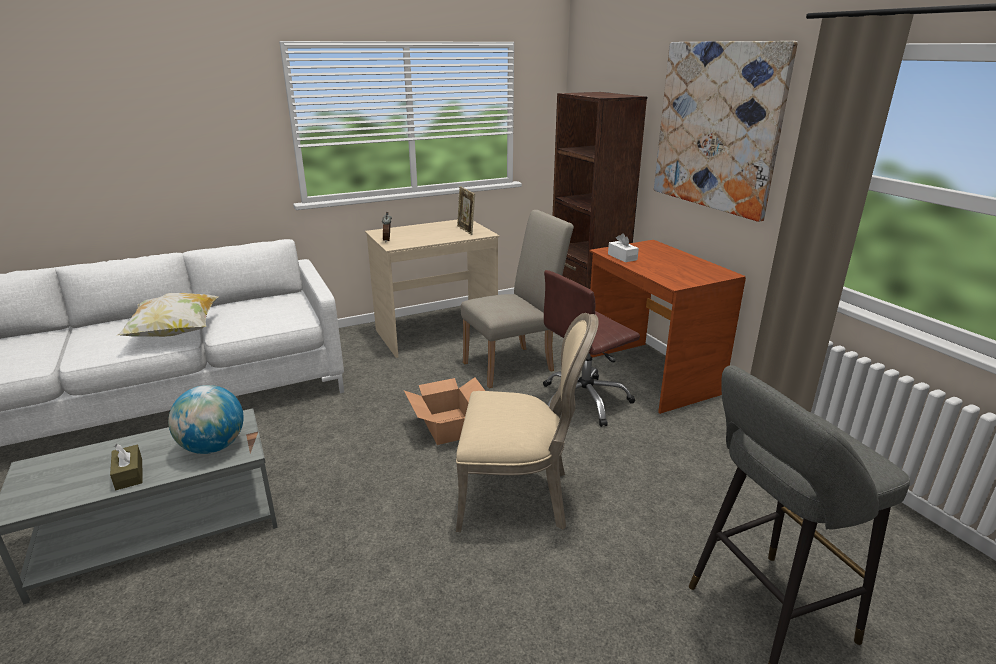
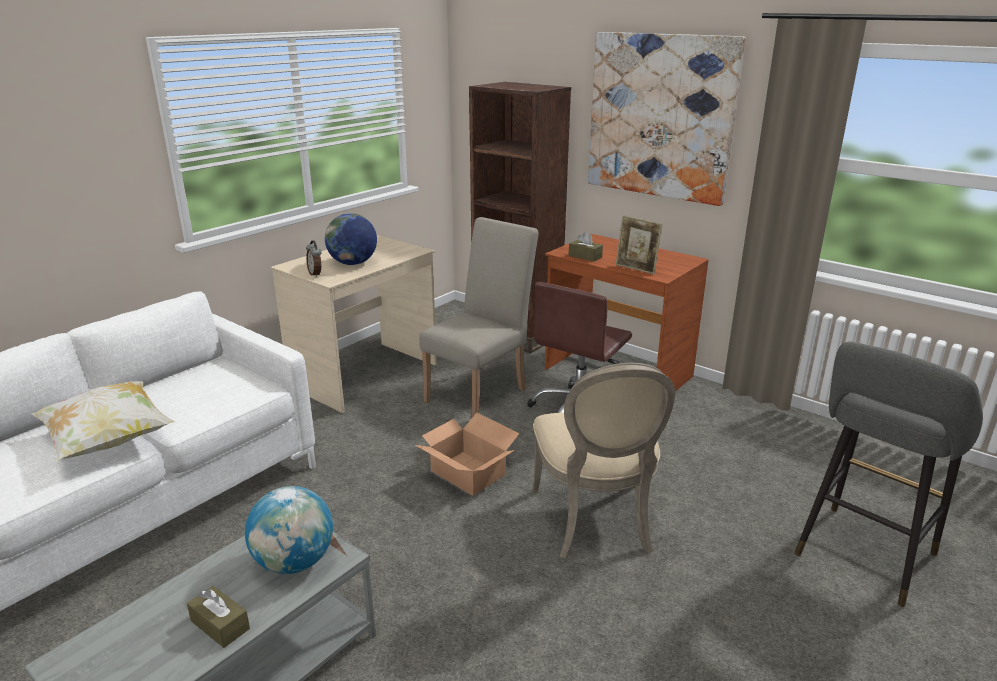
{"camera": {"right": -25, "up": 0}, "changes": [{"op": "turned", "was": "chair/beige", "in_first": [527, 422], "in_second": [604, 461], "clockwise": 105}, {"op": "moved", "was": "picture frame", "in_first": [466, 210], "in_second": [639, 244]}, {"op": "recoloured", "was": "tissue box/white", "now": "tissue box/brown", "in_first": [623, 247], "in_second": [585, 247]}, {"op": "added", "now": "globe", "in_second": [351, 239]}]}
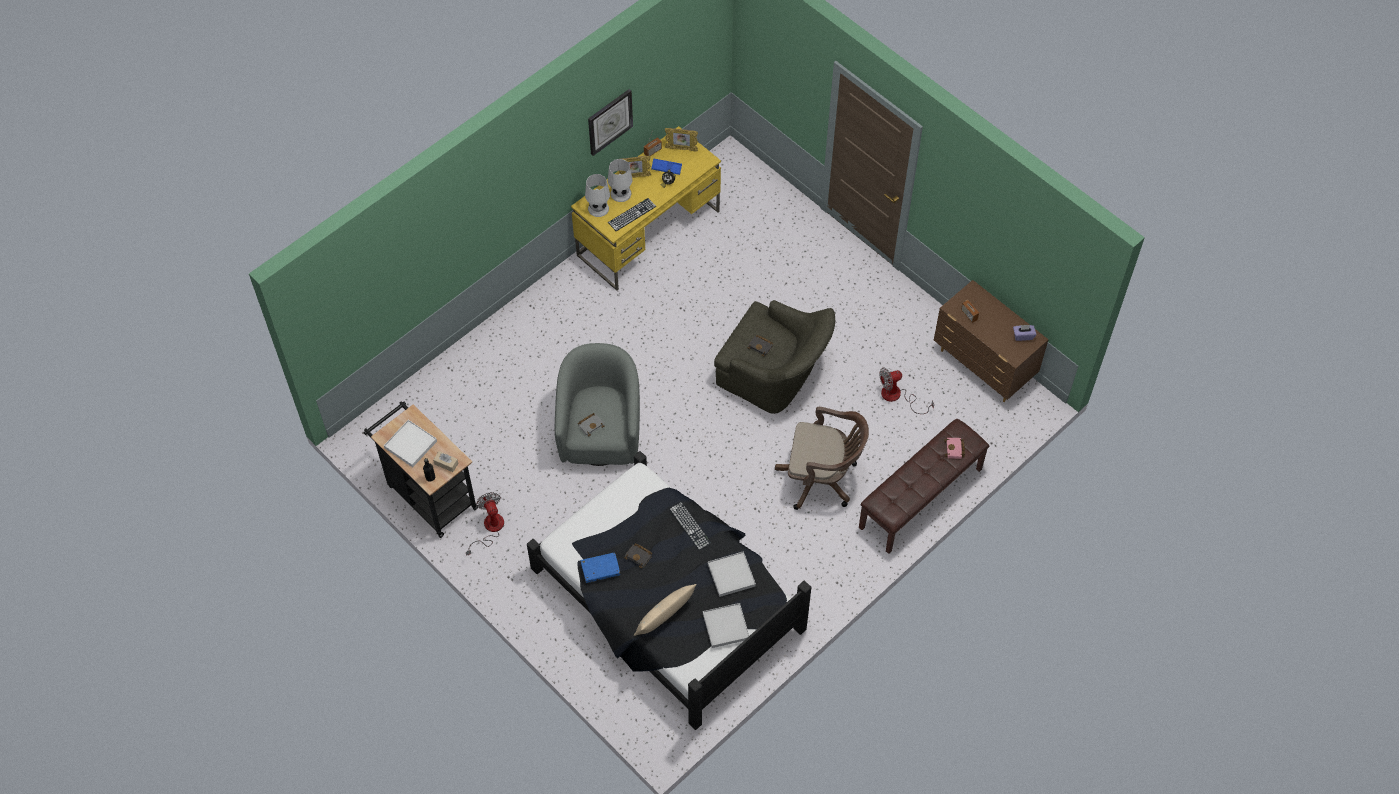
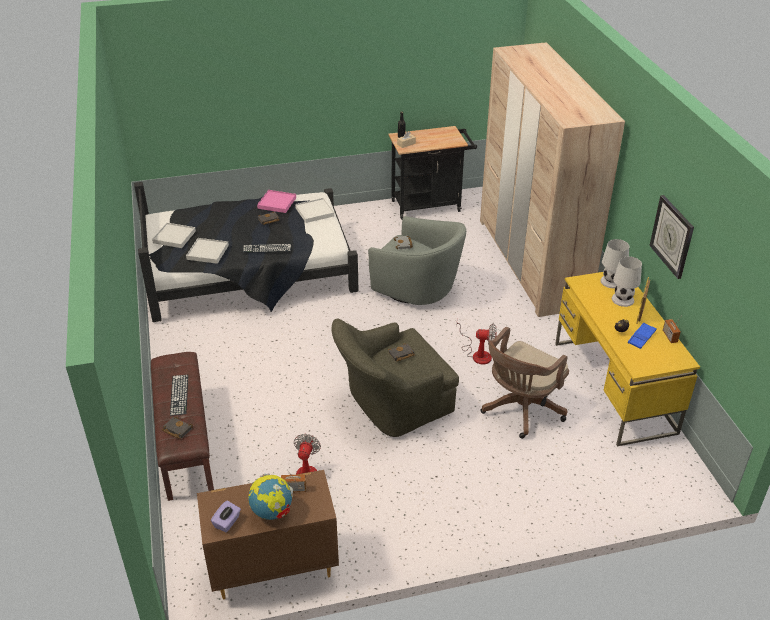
{"camera": {"right": 120, "up": -20}, "changes": [{"op": "moved", "was": "tray/white", "in_first": [410, 443], "in_second": [314, 210]}, {"op": "moved", "was": "fan", "in_first": [485, 524], "in_second": [476, 343]}, {"op": "replaced", "was": "book/blue", "now": "tray/pink", "in_first": [600, 568], "in_second": [276, 201]}, {"op": "moved", "was": "keyboard", "in_first": [632, 214], "in_second": [179, 395]}, {"op": "removed", "was": "pillow/beige", "in_first": [665, 610]}, {"op": "removed", "was": "picture frame", "in_first": [681, 139]}, {"op": "moved", "was": "office chair/brown", "in_first": [822, 458], "in_second": [524, 383]}, {"op": "recoloured", "was": "book/pink", "now": "book/black", "in_first": [954, 448], "in_second": [177, 428]}, {"op": "added", "now": "globe", "in_second": [270, 496]}, {"op": "added", "now": "wardrobe/beige", "in_second": [552, 179]}]}
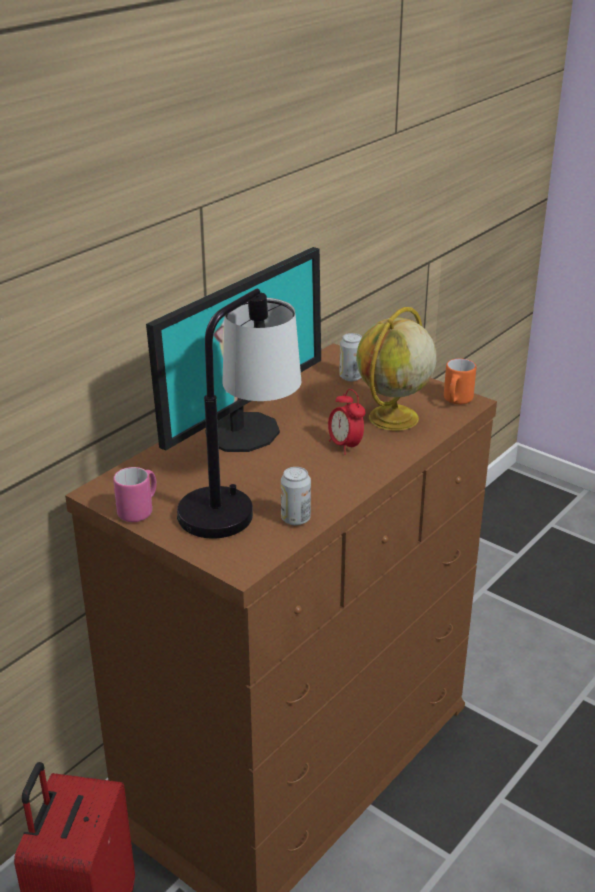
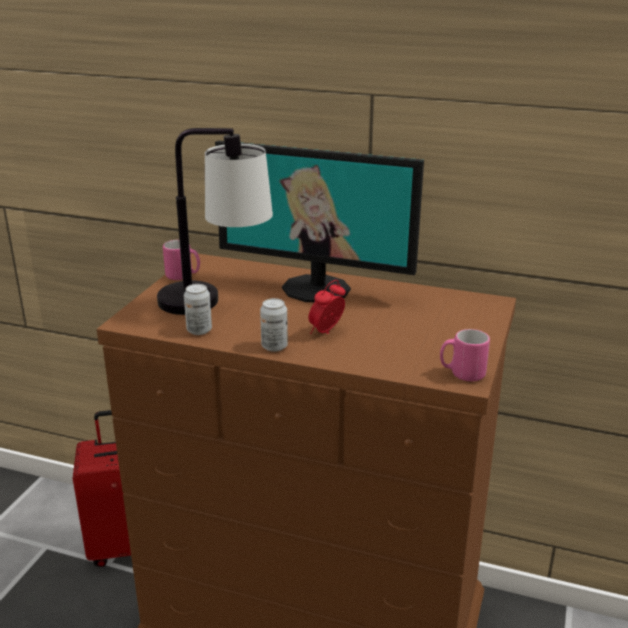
{"camera": {"right": 70, "up": -5}, "changes": [{"op": "moved", "was": "can", "in_first": [350, 357], "in_second": [274, 325]}, {"op": "removed", "was": "globe", "in_first": [396, 369]}, {"op": "recoloured", "was": "mug/orange", "now": "mug/pink", "in_first": [460, 381], "in_second": [465, 355]}]}
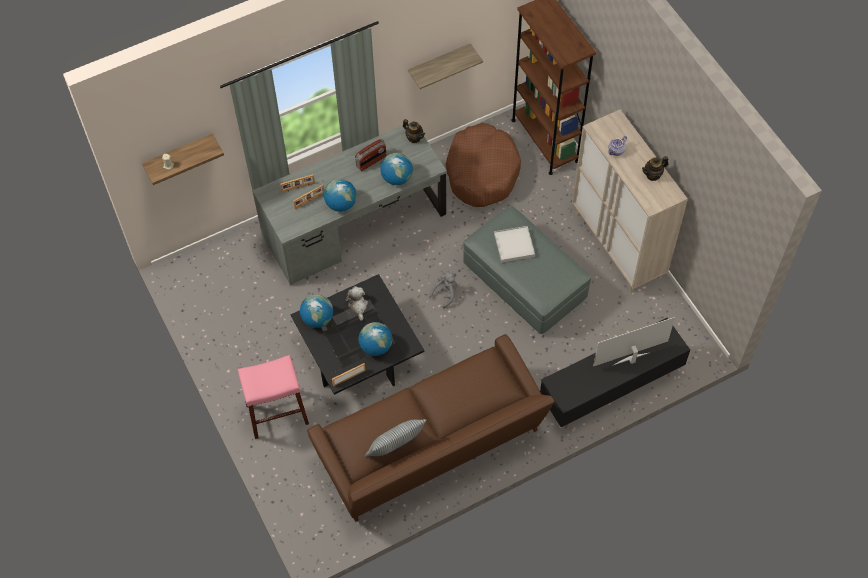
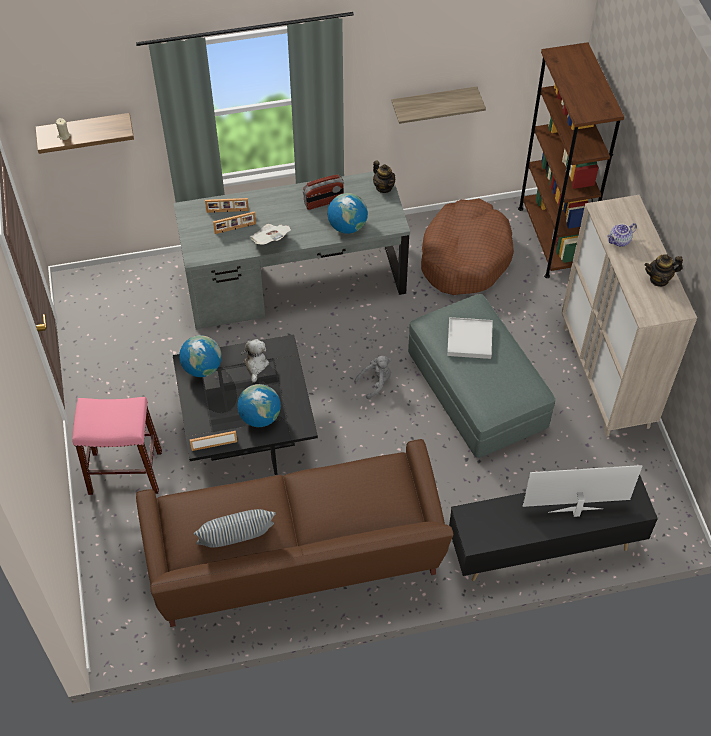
{"camera": {"right": 15, "up": -5}, "changes": [{"op": "replaced", "was": "globe", "now": "newspaper", "in_first": [340, 195], "in_second": [270, 234]}]}
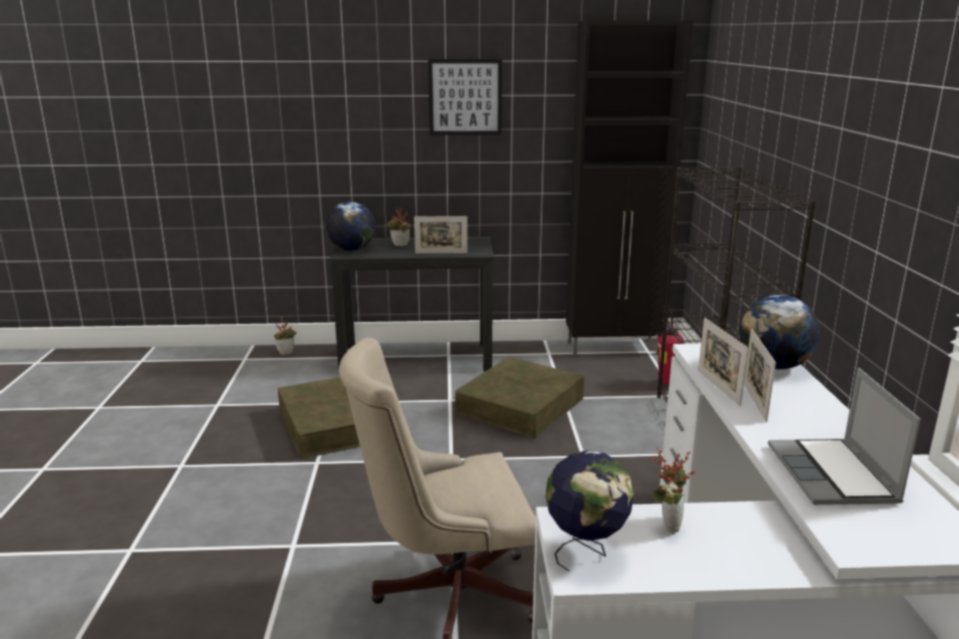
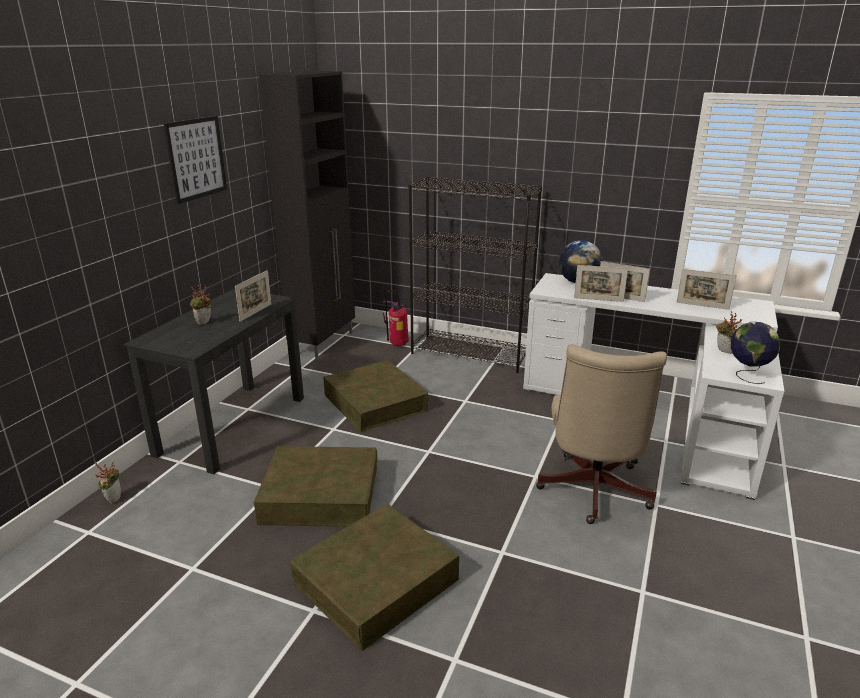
{"camera": {"right": -65, "up": 5}, "changes": [{"op": "removed", "was": "globe", "in_first": [350, 226]}, {"op": "replaced", "was": "laptop", "now": "picture frame", "in_first": [844, 436], "in_second": [707, 289]}, {"op": "added", "now": "storage box/brown", "in_second": [374, 577]}]}
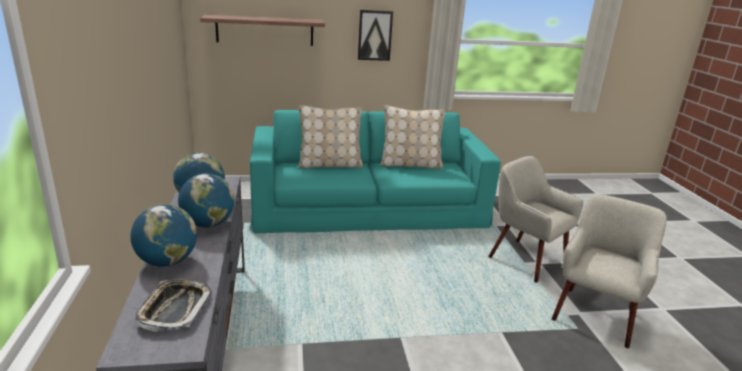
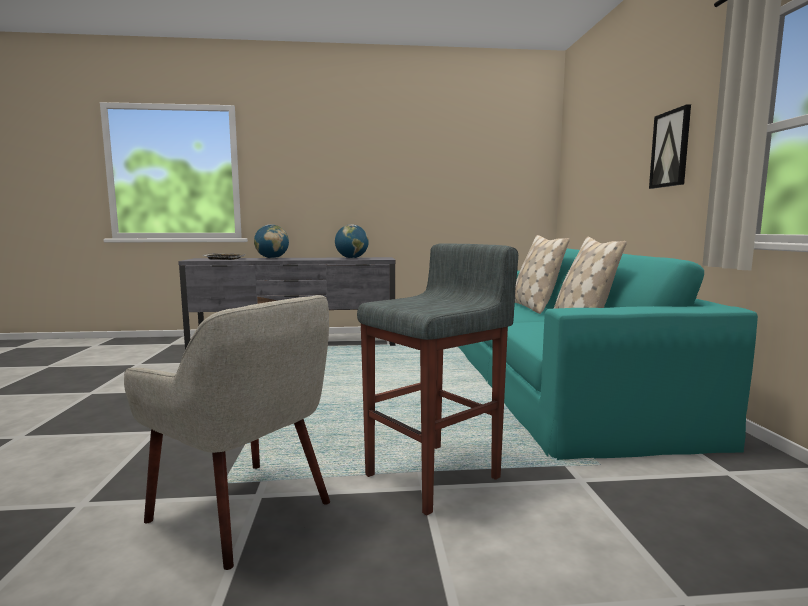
{"camera": {"right": 95, "up": -15}, "changes": [{"op": "removed", "was": "globe", "in_first": [206, 200]}, {"op": "removed", "was": "shelf", "in_first": [262, 30]}, {"op": "replaced", "was": "armchair/beige", "now": "stool/grey", "in_first": [535, 219], "in_second": [437, 379]}]}
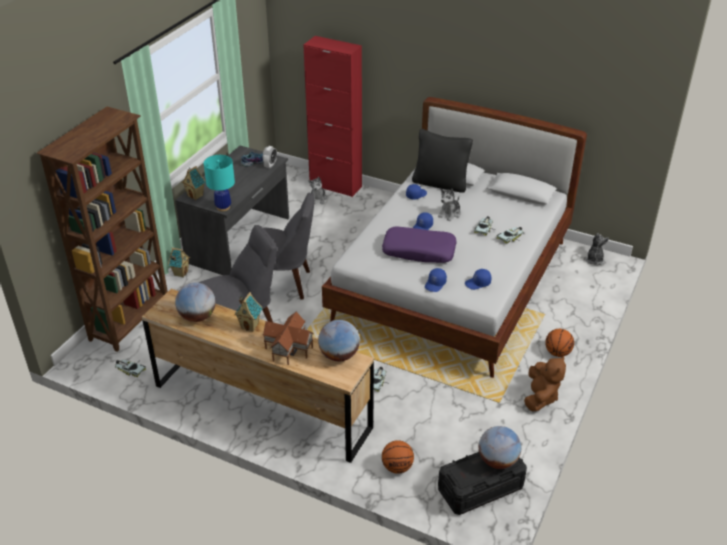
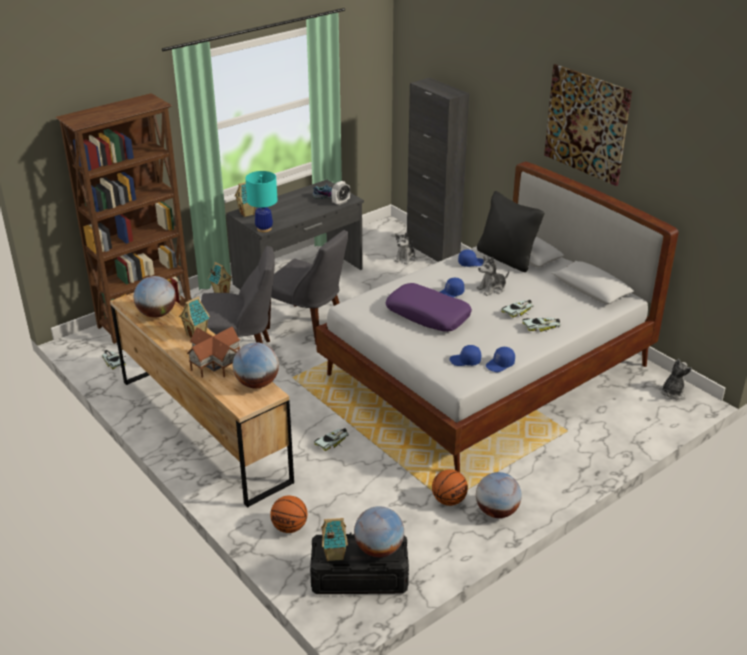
{"camera": {"right": 25, "up": -5}, "changes": [{"op": "recoloured", "was": "cabinet/red", "now": "cabinet/black", "in_first": [332, 116], "in_second": [438, 170]}, {"op": "moved", "was": "cap/blue", "in_first": [436, 280], "in_second": [500, 359]}, {"op": "replaced", "was": "plush toy/brown", "now": "globe", "in_first": [545, 383], "in_second": [499, 495]}, {"op": "moved", "was": "basketball", "in_first": [559, 343], "in_second": [450, 487]}, {"op": "added", "now": "toy house", "in_second": [334, 539]}, {"op": "added", "now": "picture", "in_second": [588, 125]}]}
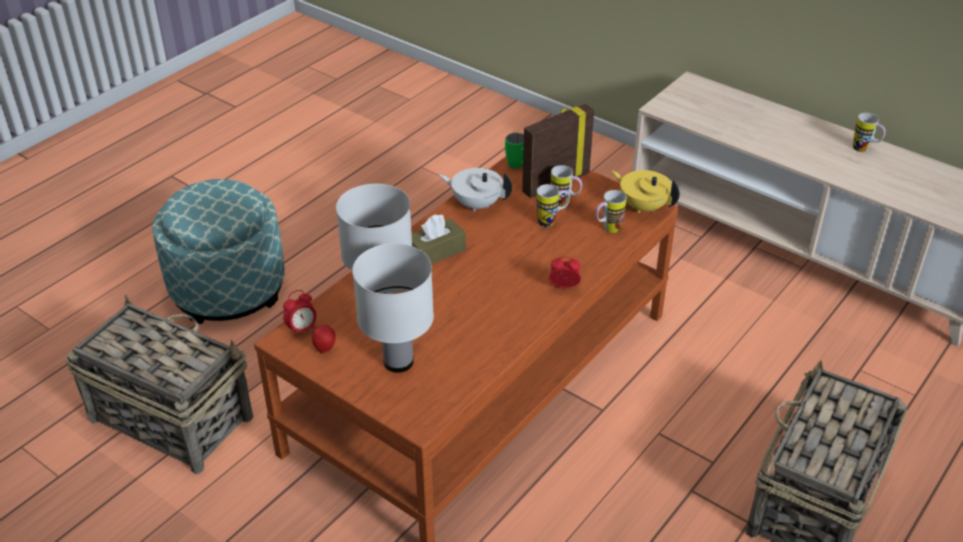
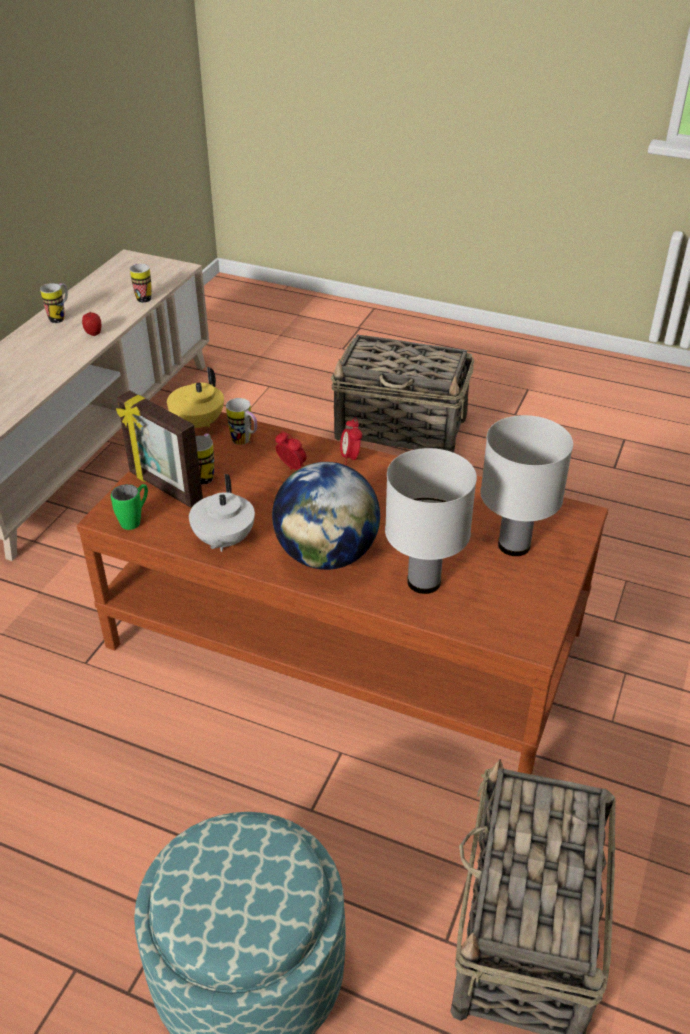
{"camera": {"right": -105, "up": 0}, "changes": [{"op": "moved", "was": "alarm clock", "in_first": [300, 314], "in_second": [291, 450]}, {"op": "moved", "was": "apple", "in_first": [324, 339], "in_second": [91, 323]}, {"op": "replaced", "was": "tissue box/brown", "now": "globe", "in_first": [439, 239], "in_second": [326, 516]}, {"op": "moved", "was": "mug", "in_first": [553, 205], "in_second": [141, 283]}]}
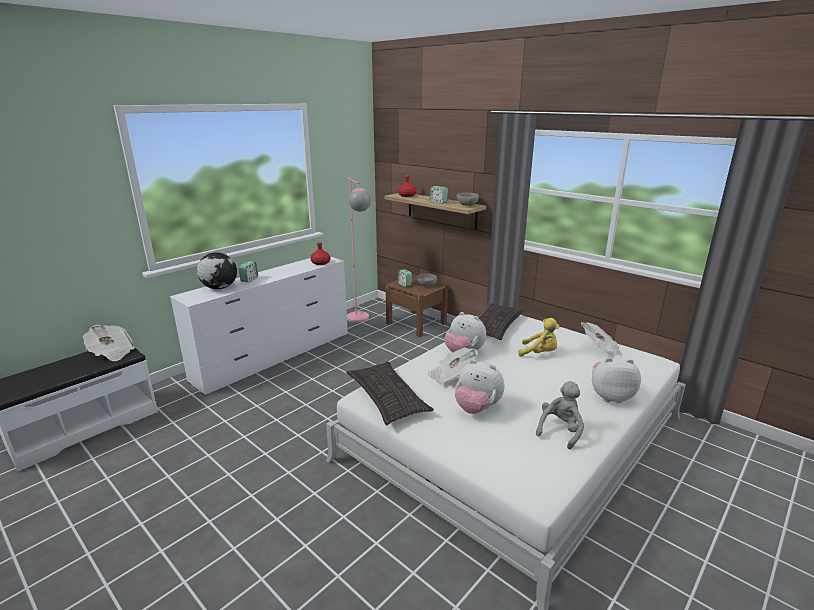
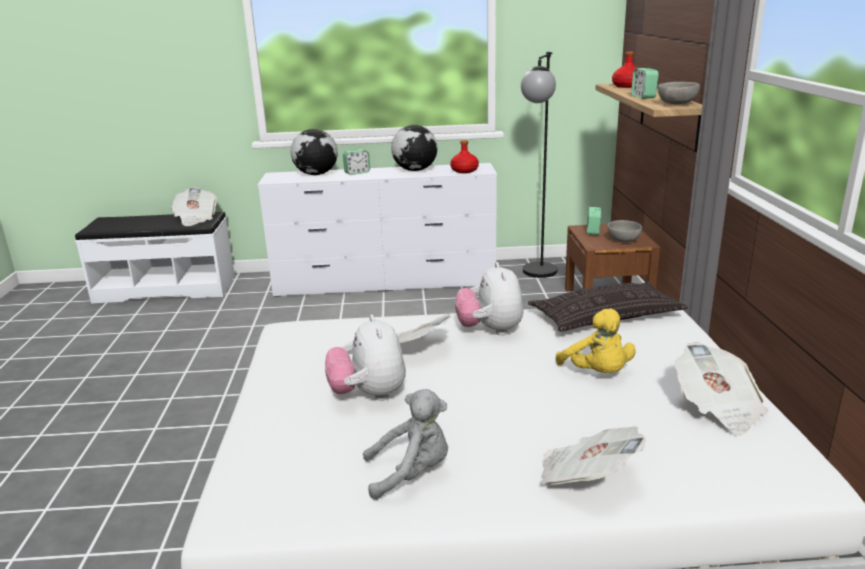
{"camera": {"right": 45, "up": 0}, "changes": [{"op": "removed", "was": "pillow", "in_first": [390, 394]}, {"op": "recoloured", "was": "floor lamp/pink", "now": "floor lamp/black", "in_first": [359, 250], "in_second": [539, 165]}, {"op": "replaced", "was": "plush toy", "now": "newspaper", "in_first": [616, 380], "in_second": [593, 455]}, {"op": "added", "now": "globe", "in_second": [414, 148]}]}
